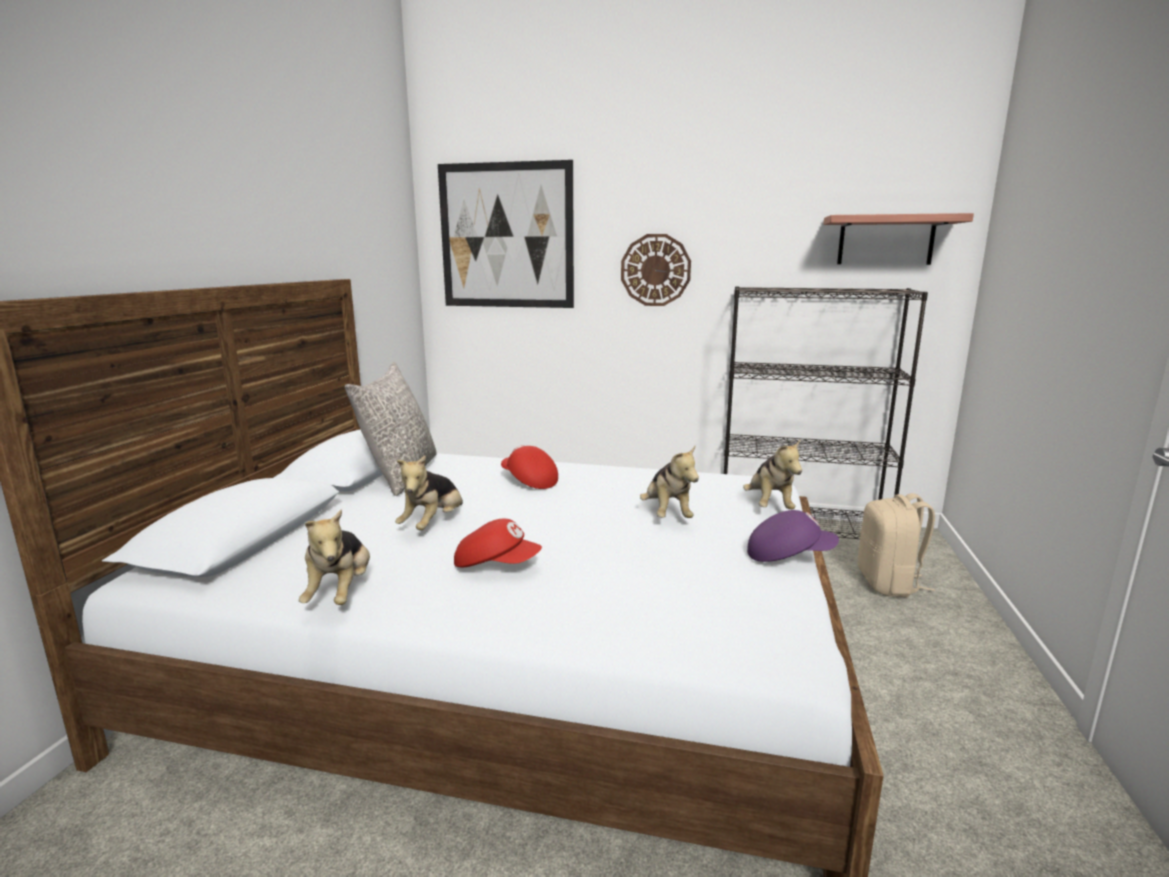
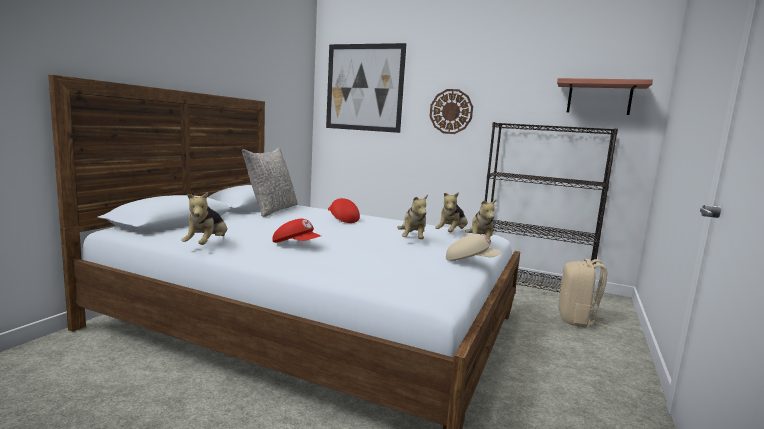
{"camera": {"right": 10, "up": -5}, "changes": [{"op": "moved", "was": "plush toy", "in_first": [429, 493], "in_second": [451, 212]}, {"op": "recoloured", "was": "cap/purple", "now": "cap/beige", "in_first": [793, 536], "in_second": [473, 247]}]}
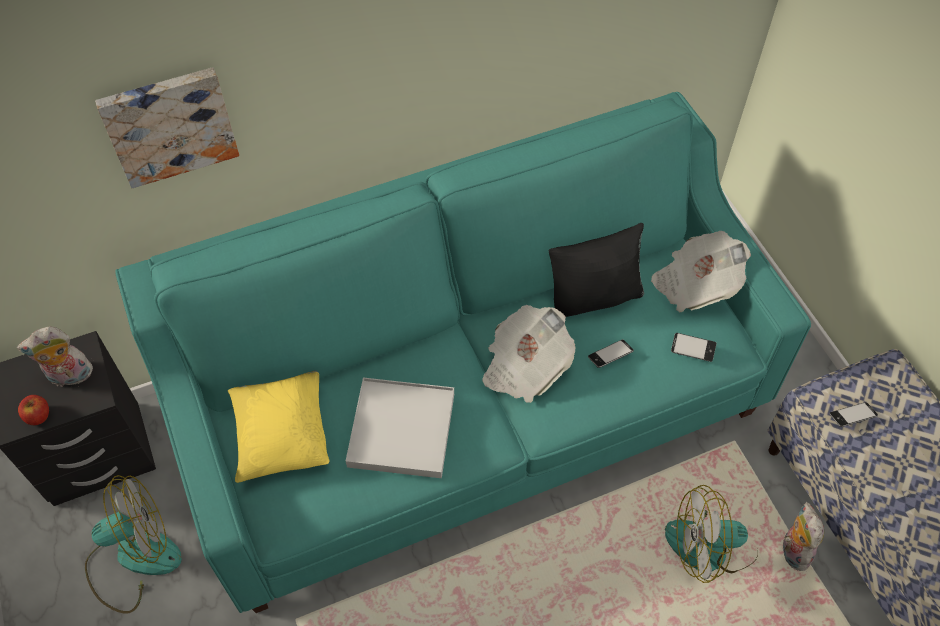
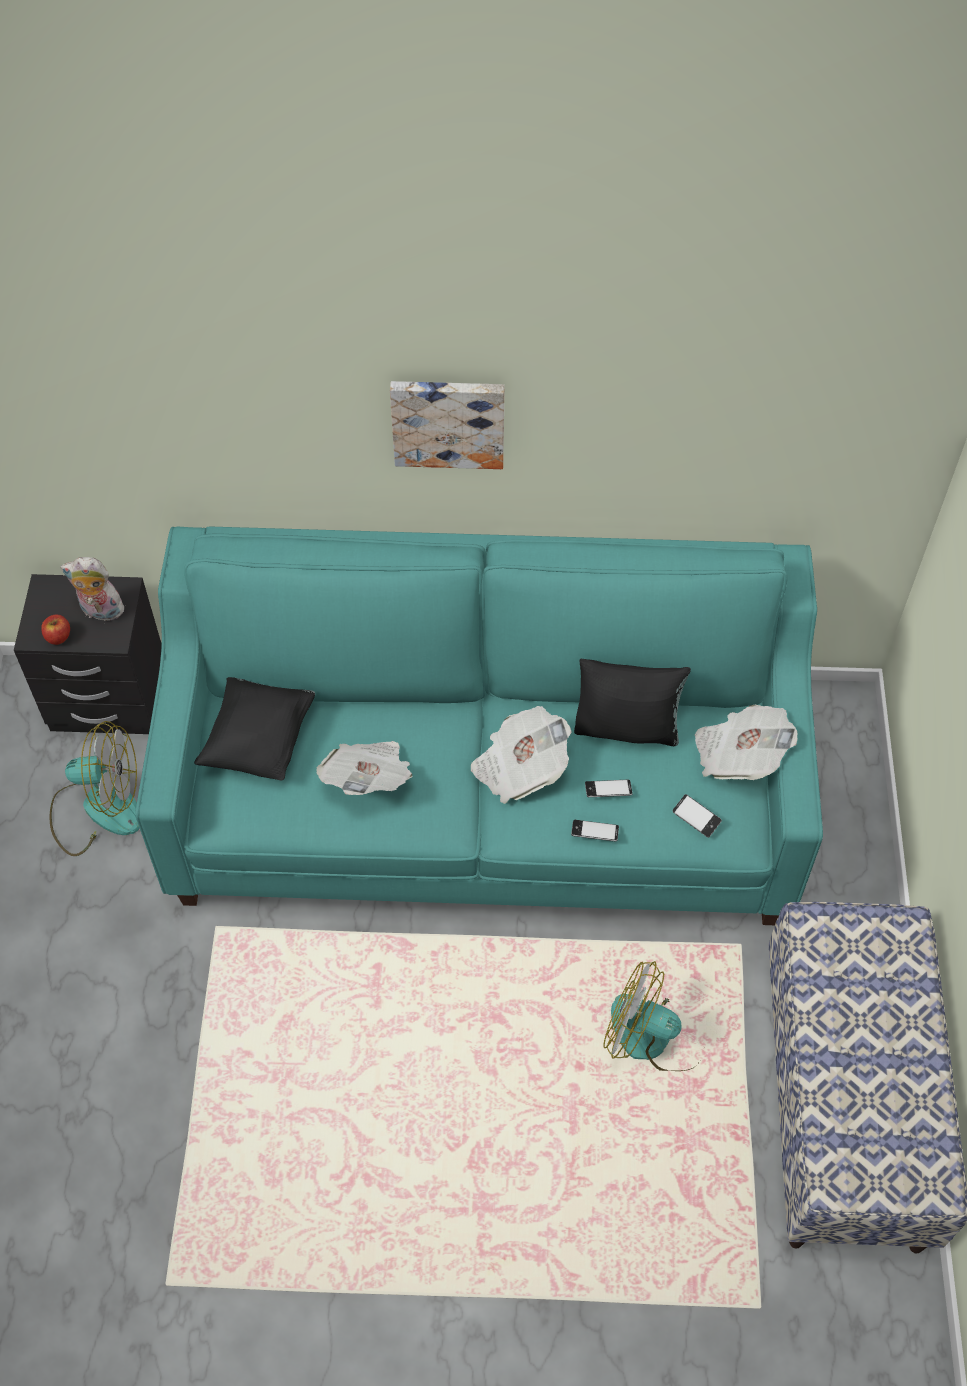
{"camera": {"right": 25, "up": 0}, "changes": [{"op": "moved", "was": "picture", "in_first": [167, 127], "in_second": [447, 425]}, {"op": "recoloured", "was": "pillow/yellow", "now": "pillow/black", "in_first": [279, 426], "in_second": [254, 729]}, {"op": "replaced", "was": "tray/white", "now": "newspaper", "in_first": [400, 428], "in_second": [364, 768]}, {"op": "removed", "was": "plush toy", "in_first": [803, 537]}, {"op": "moved", "was": "phone", "in_first": [854, 414], "in_second": [595, 830]}]}
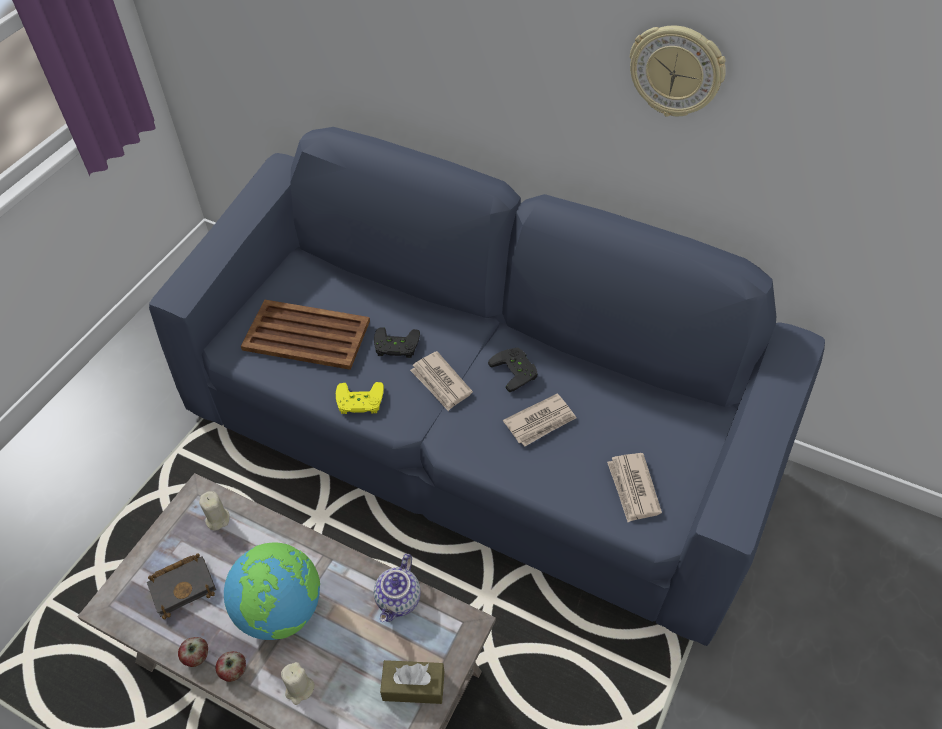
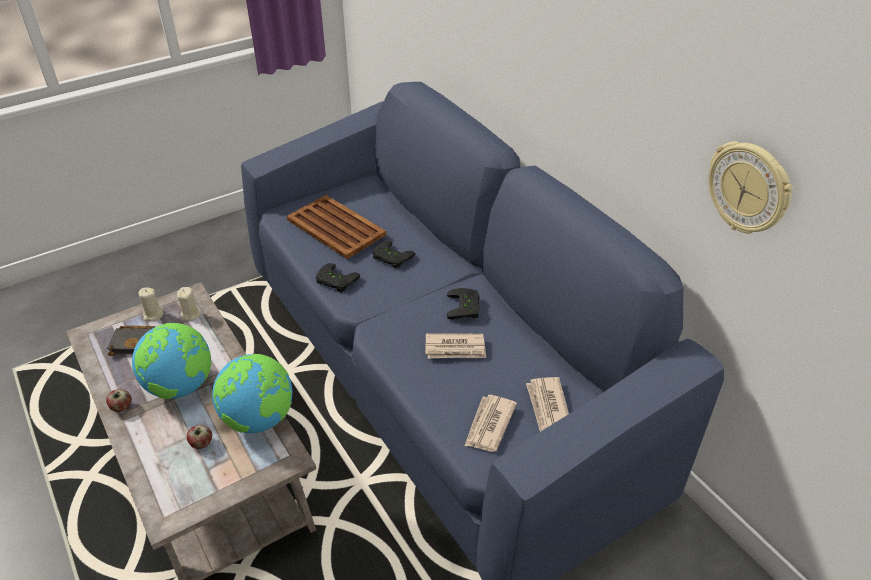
{"camera": {"right": 30, "up": -10}, "changes": [{"op": "moved", "was": "apple", "in_first": [193, 652], "in_second": [199, 437]}, {"op": "moved", "was": "candle/beige", "in_first": [298, 683], "in_second": [151, 304]}, {"op": "recoloured", "was": "game controller/yellow", "now": "game controller/black", "in_first": [360, 398], "in_second": [338, 278]}, {"op": "replaced", "was": "teapot", "now": "globe", "in_first": [397, 588], "in_second": [252, 393]}, {"op": "removed", "was": "tissue box/brown", "in_first": [412, 682]}, {"op": "moved", "was": "newspaper", "in_first": [441, 381], "in_second": [547, 404]}, {"op": "moved", "was": "wall clock", "in_first": [678, 71], "in_second": [750, 187]}]}
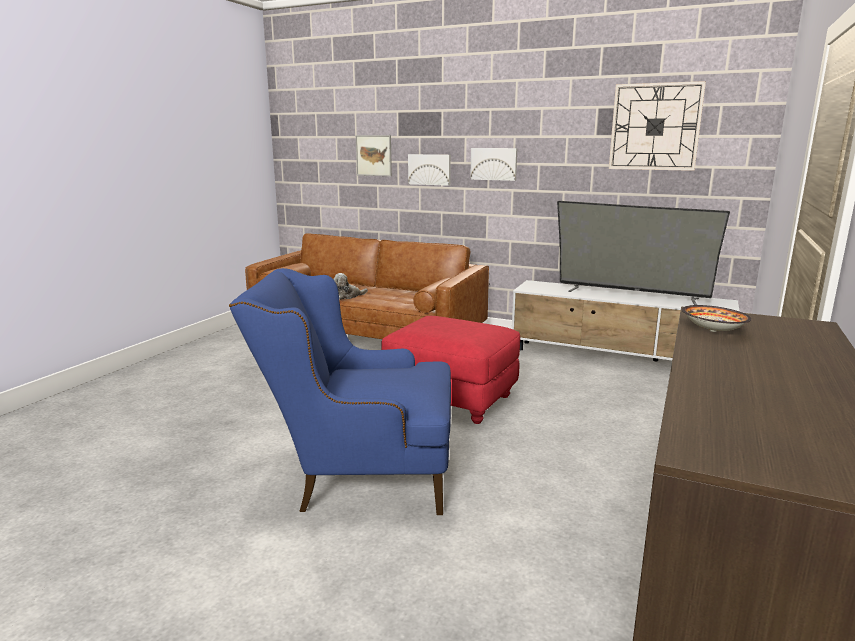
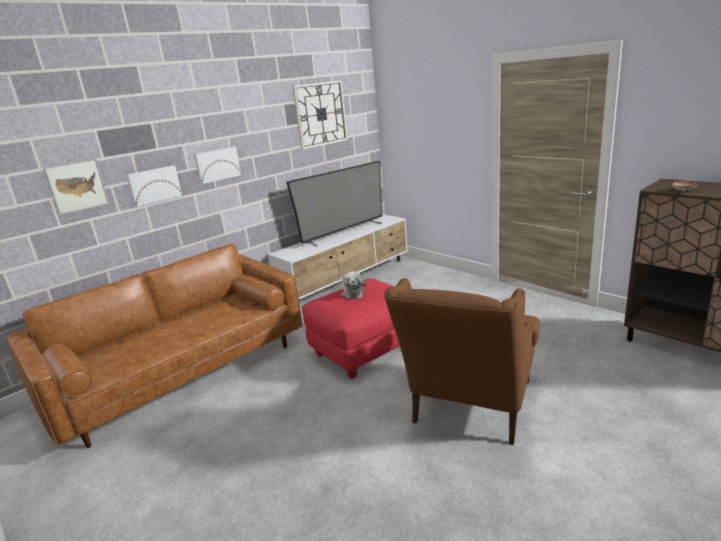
{"camera": {"right": -65, "up": 5}, "changes": [{"op": "recoloured", "was": "armchair/blue", "now": "armchair/brown", "in_first": [340, 391], "in_second": [462, 361]}, {"op": "moved", "was": "plush toy", "in_first": [350, 286], "in_second": [353, 285]}]}
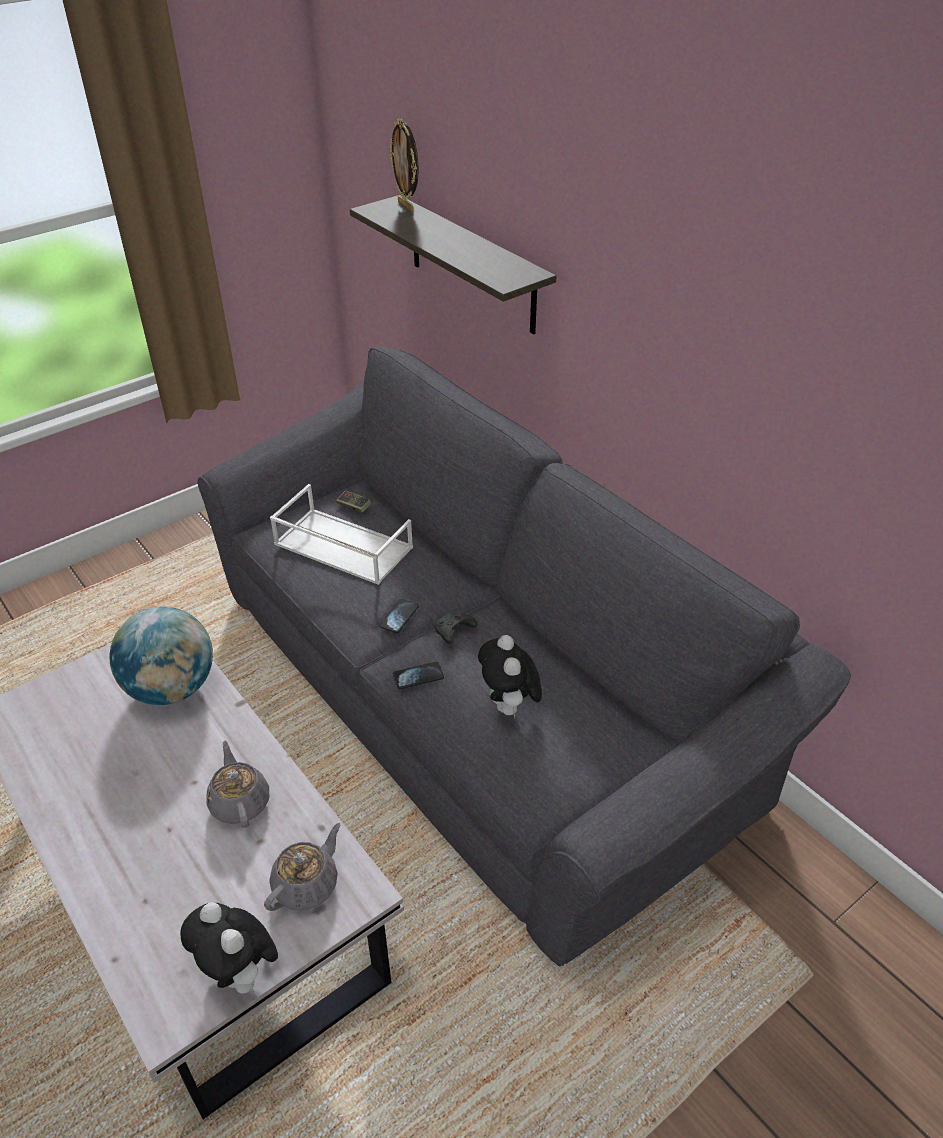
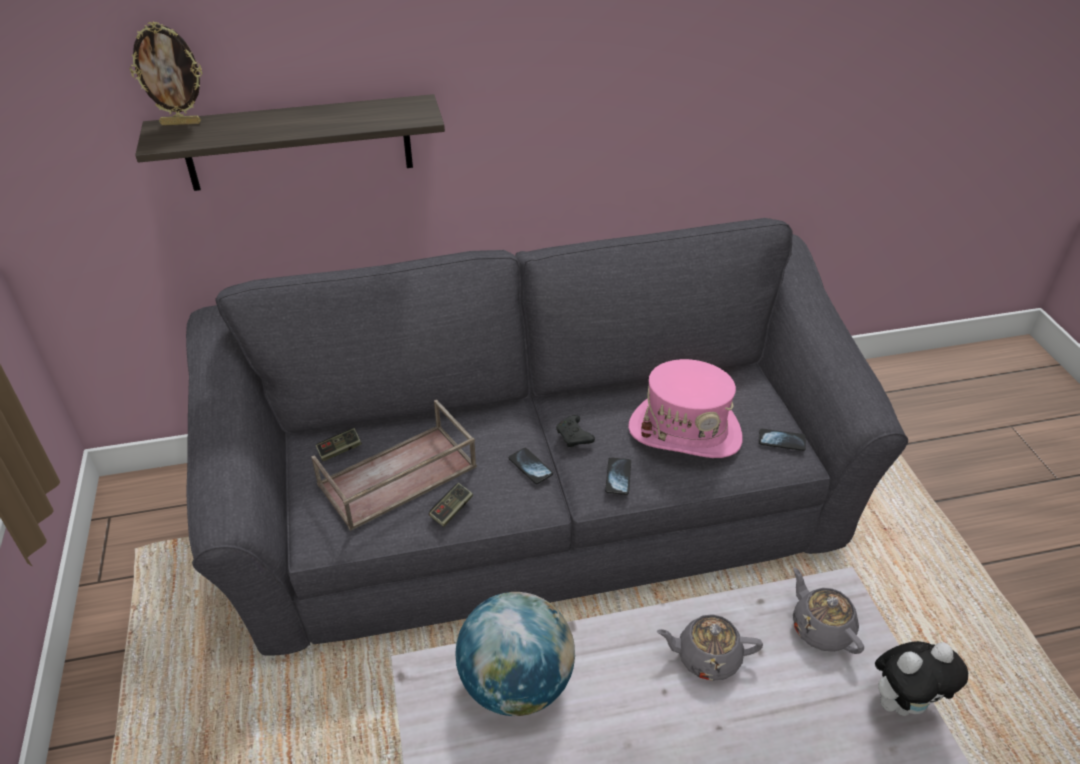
{"camera": {"right": -65, "up": 0}, "changes": [{"op": "recoloured", "was": "tray/white", "now": "tray/brown", "in_first": [341, 534], "in_second": [394, 465]}, {"op": "replaced", "was": "plush toy", "now": "hat/pink", "in_first": [510, 676], "in_second": [685, 408]}, {"op": "added", "now": "game controller", "in_second": [451, 505]}, {"op": "added", "now": "phone", "in_second": [782, 440]}]}
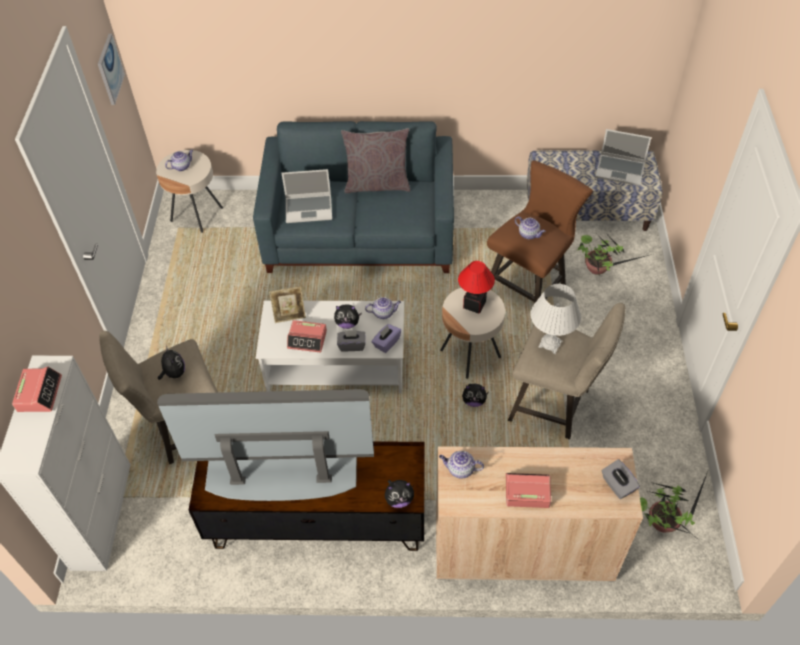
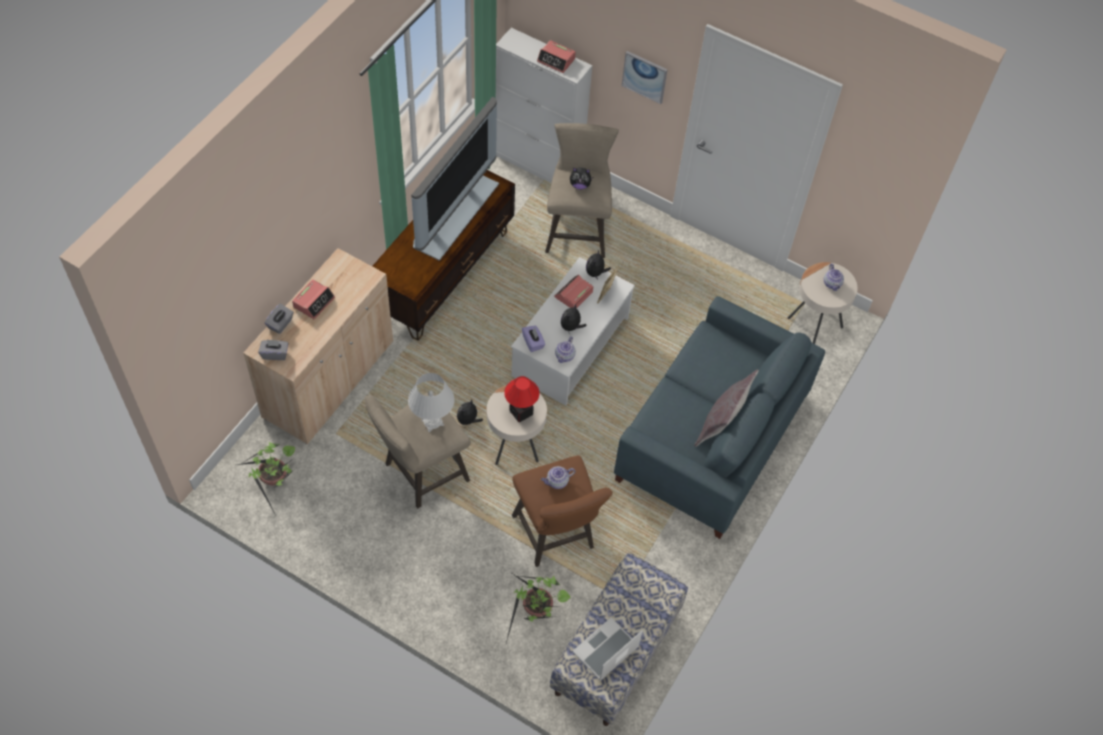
{"camera": {"right": 115, "up": 5}, "changes": [{"op": "moved", "was": "picture", "in_first": [111, 69], "in_second": [645, 77]}, {"op": "removed", "was": "laptop", "in_first": [307, 196]}, {"op": "moved", "was": "tissue box/grey", "in_first": [351, 341], "in_second": [279, 318]}, {"op": "moved", "was": "plush toy", "in_first": [399, 494], "in_second": [598, 265]}, {"op": "removed", "was": "teapot", "in_first": [461, 465]}]}
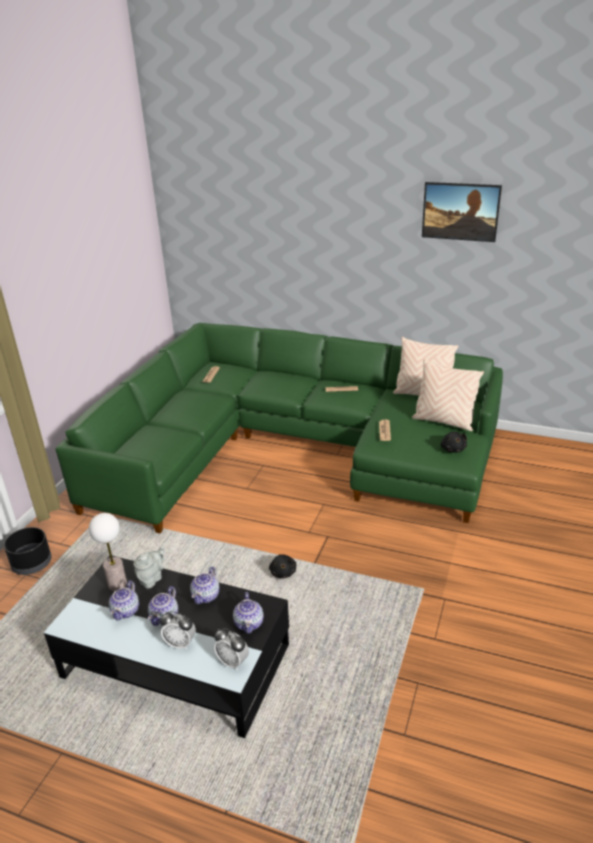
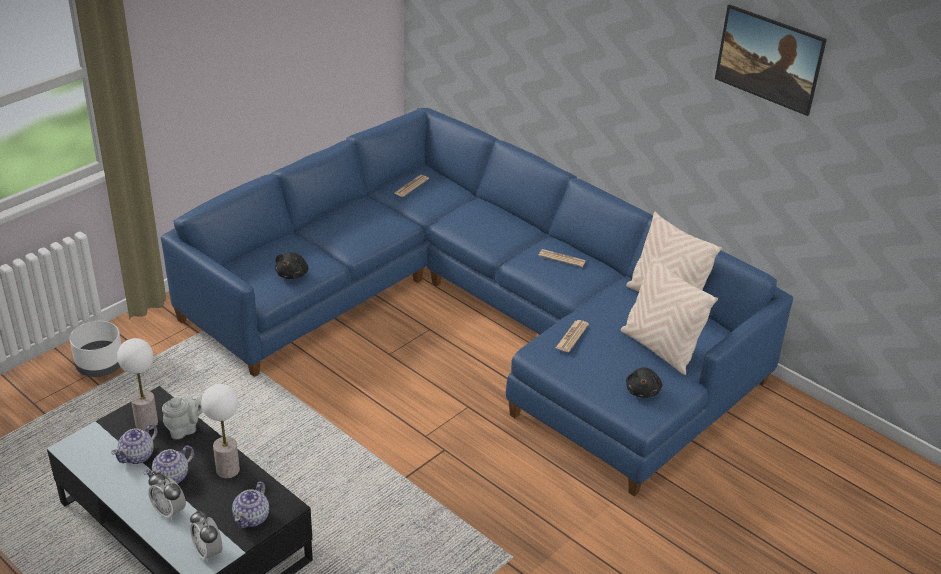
{"camera": {"right": 20, "up": 5}, "changes": [{"op": "recoloured", "was": "planter/black", "now": "planter/white", "in_first": [27, 551], "in_second": [95, 349]}, {"op": "recoloured", "was": "sofa/green", "now": "sofa/blue", "in_first": [279, 428], "in_second": [477, 302]}, {"op": "replaced", "was": "teapot", "now": "table lamp", "in_first": [204, 585], "in_second": [220, 431]}, {"op": "moved", "was": "plush toy/black", "in_first": [283, 566], "in_second": [292, 265]}]}
